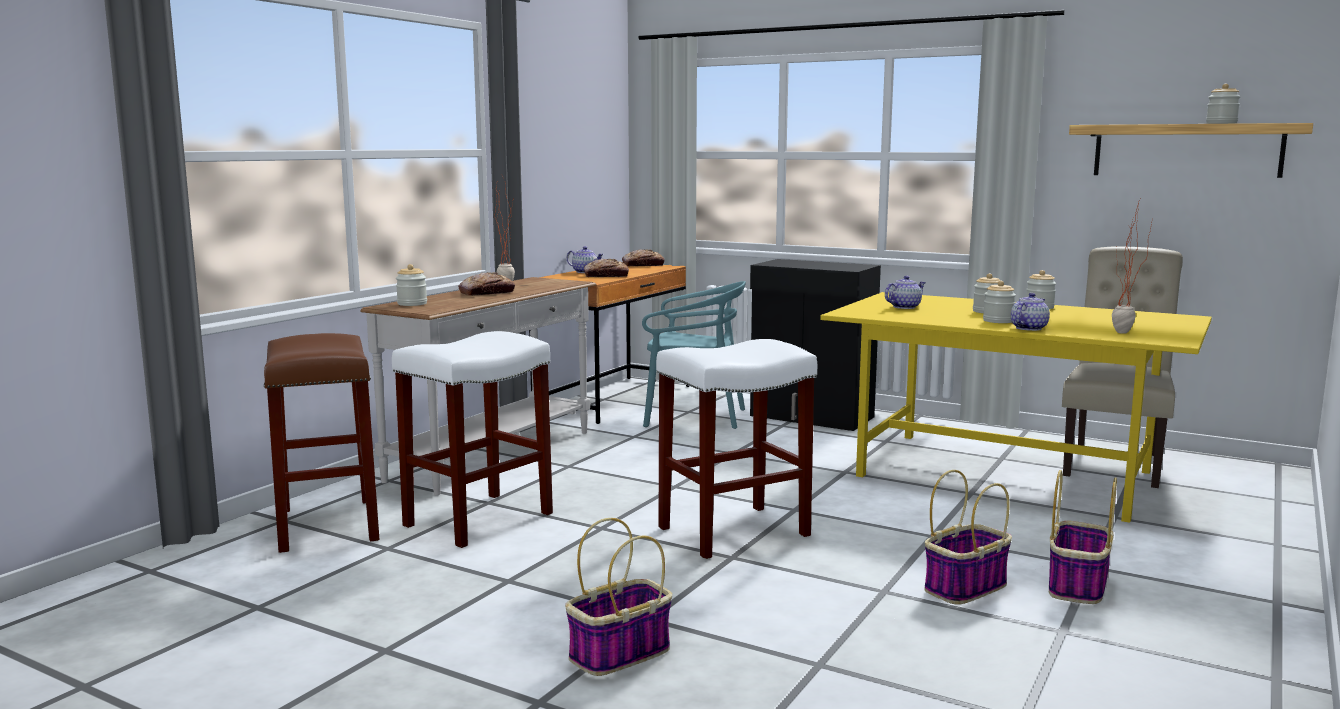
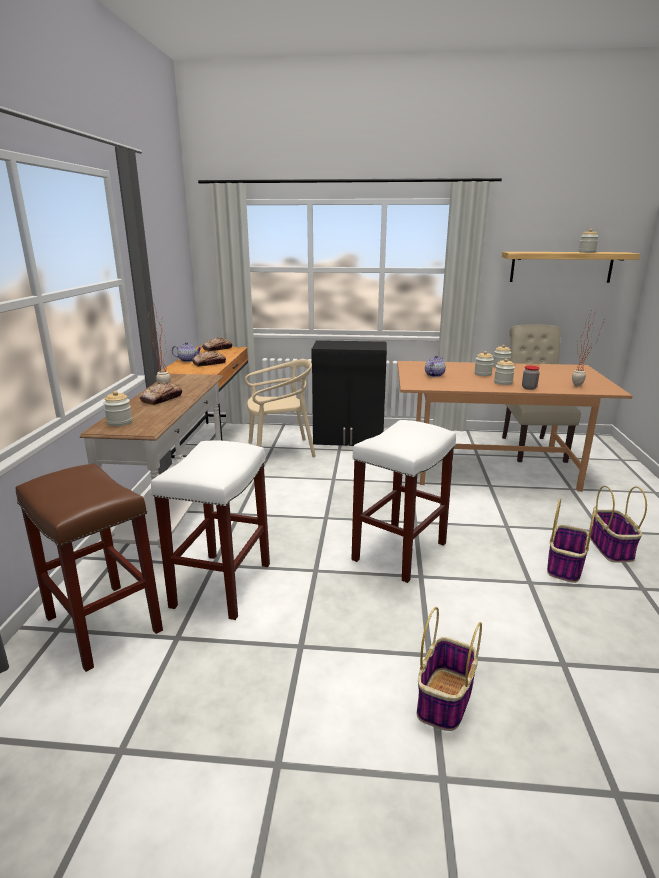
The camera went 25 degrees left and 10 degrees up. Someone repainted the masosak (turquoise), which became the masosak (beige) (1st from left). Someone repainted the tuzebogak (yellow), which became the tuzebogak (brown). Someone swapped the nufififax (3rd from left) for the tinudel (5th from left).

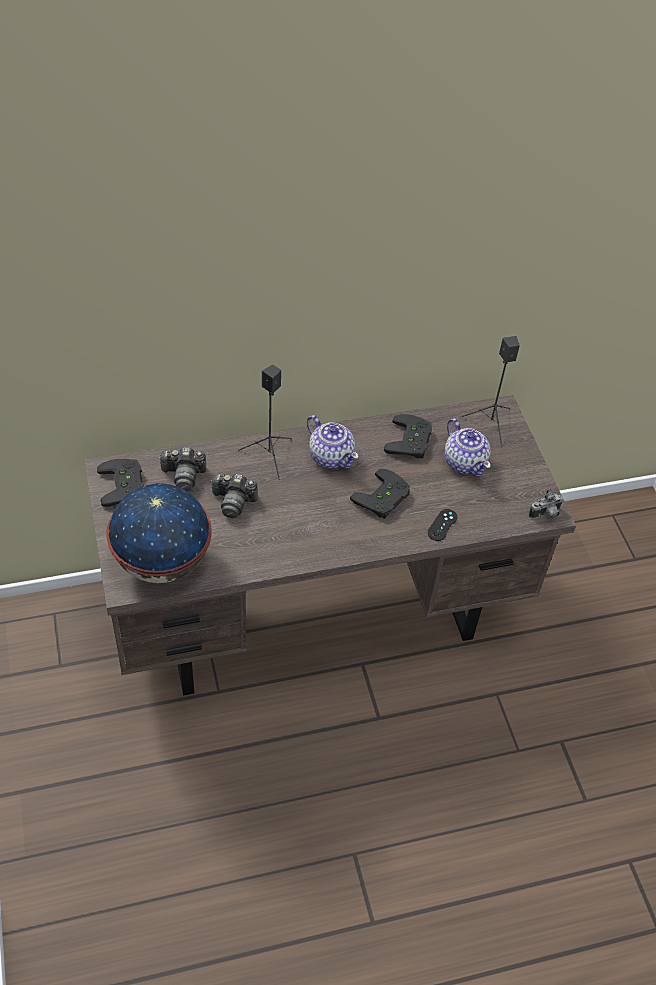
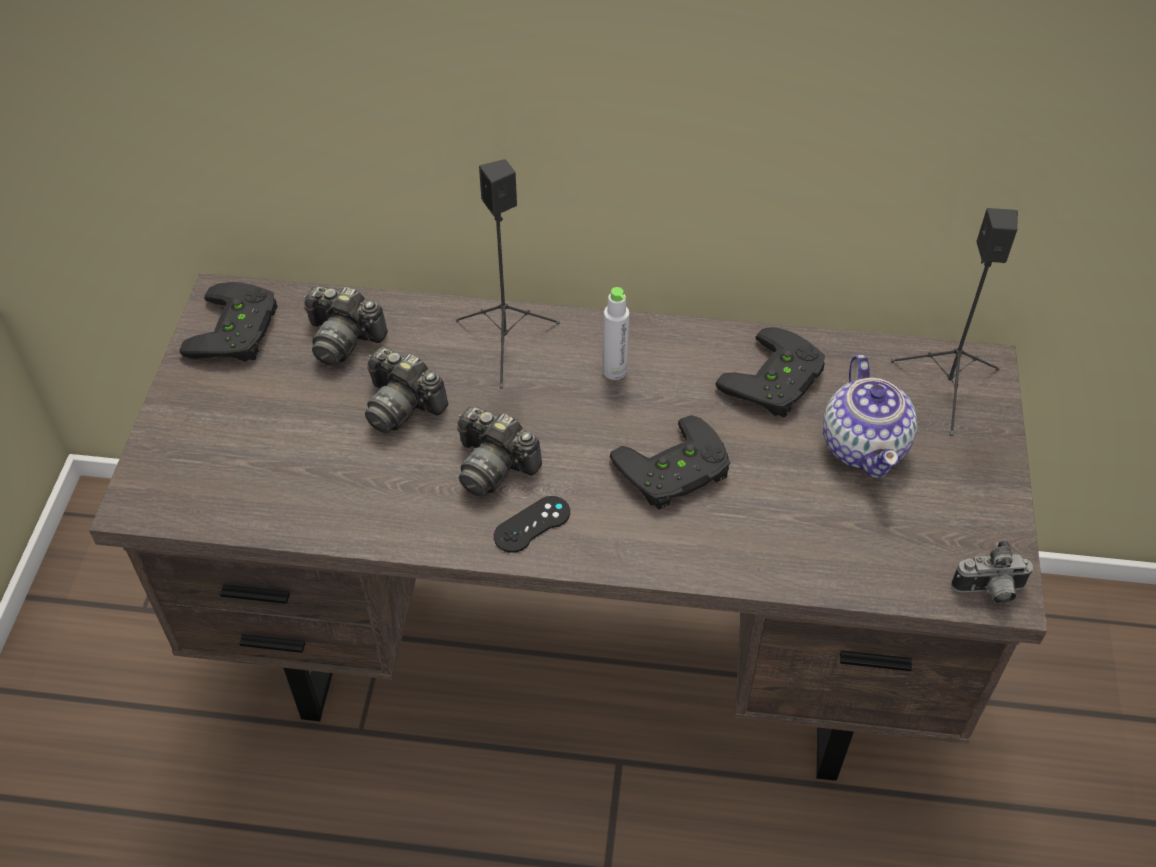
The camera went 25 degrees right and 0 degrees up. Someone put down the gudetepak (3rd from left). Someone carried the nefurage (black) (4th from left in the first image). Someone swapped the nufififax (1st from left) for the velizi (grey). Someone took away the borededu.

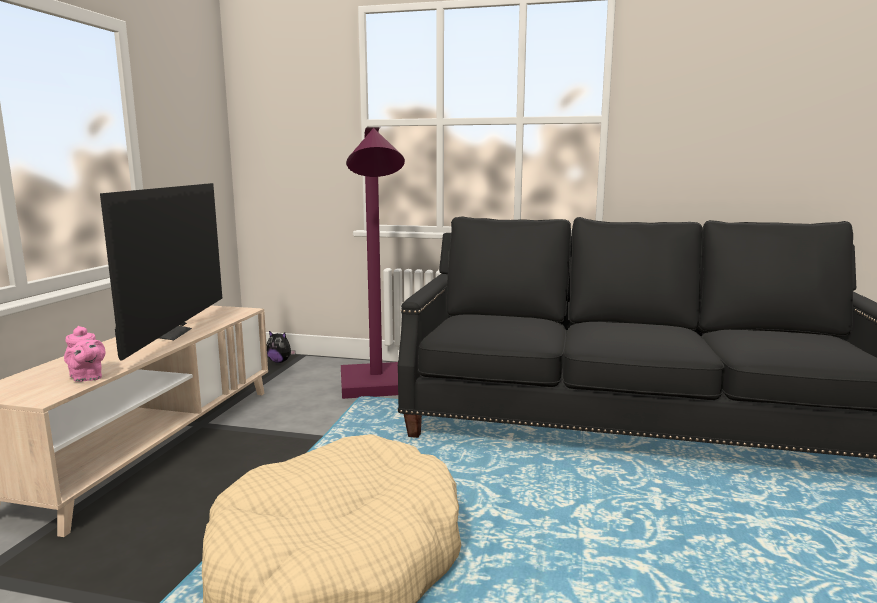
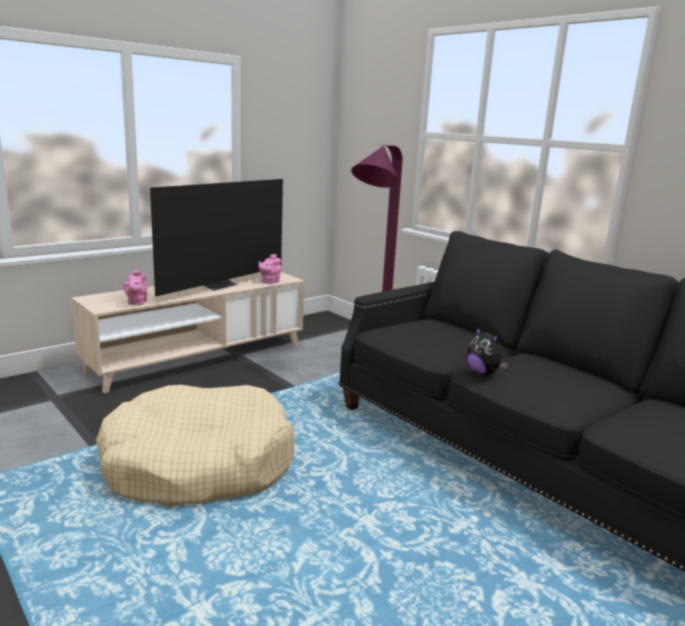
The camera went 35 degrees right and 5 degrees up. Someone put down the nufififax (pink) (2nd from left). Someone carried the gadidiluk.

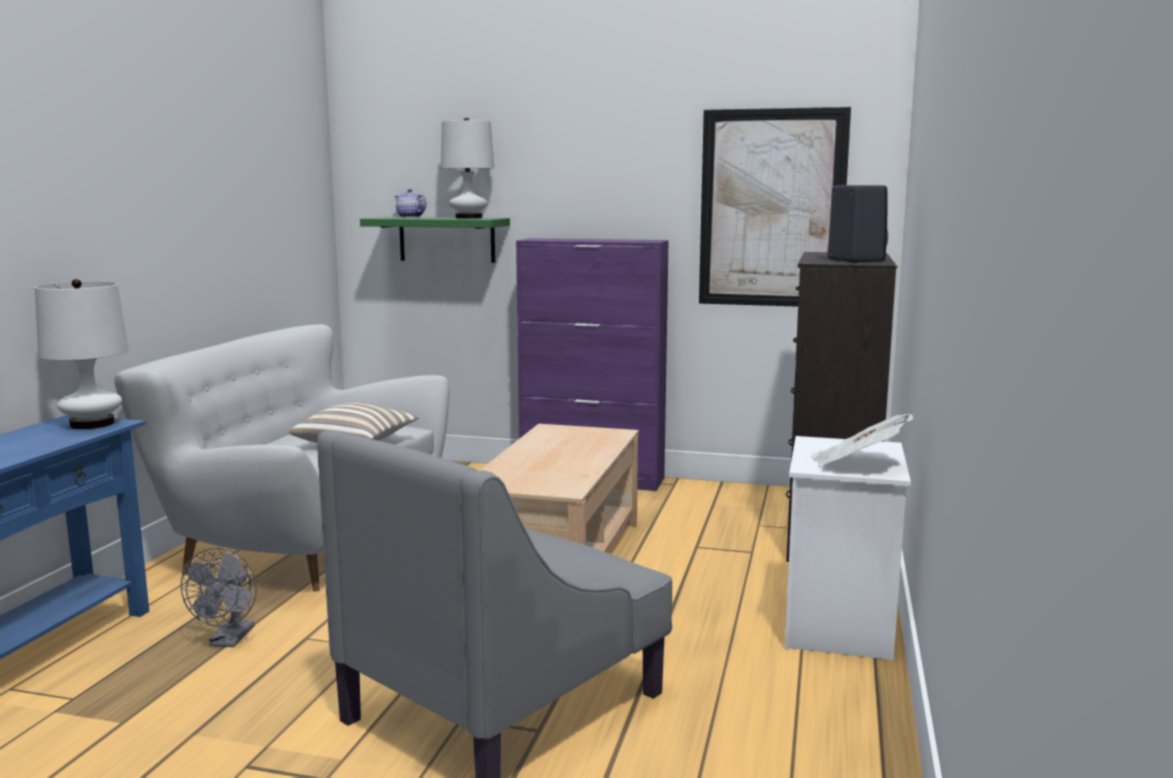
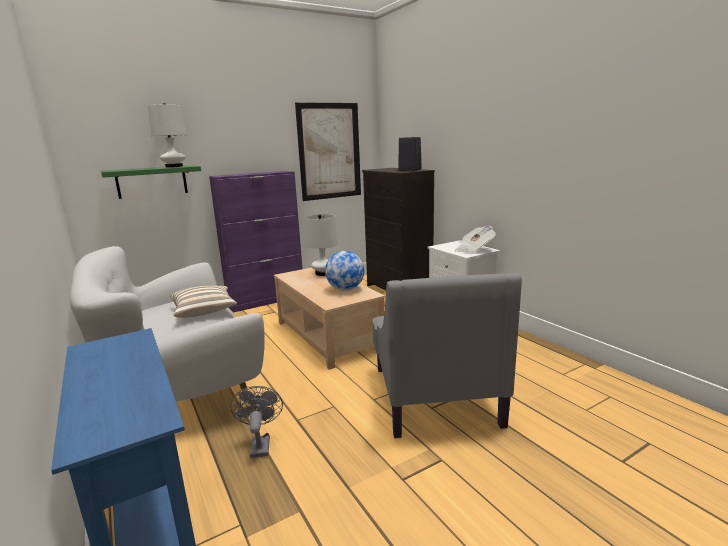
The camera went 45 degrees left and 5 degrees up. Someone rotated the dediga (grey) by 150 degrees counterclockwise. Someone carried the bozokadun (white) (1st from left in the first image). Someone put down the borededu. Someone took away the nufififax.

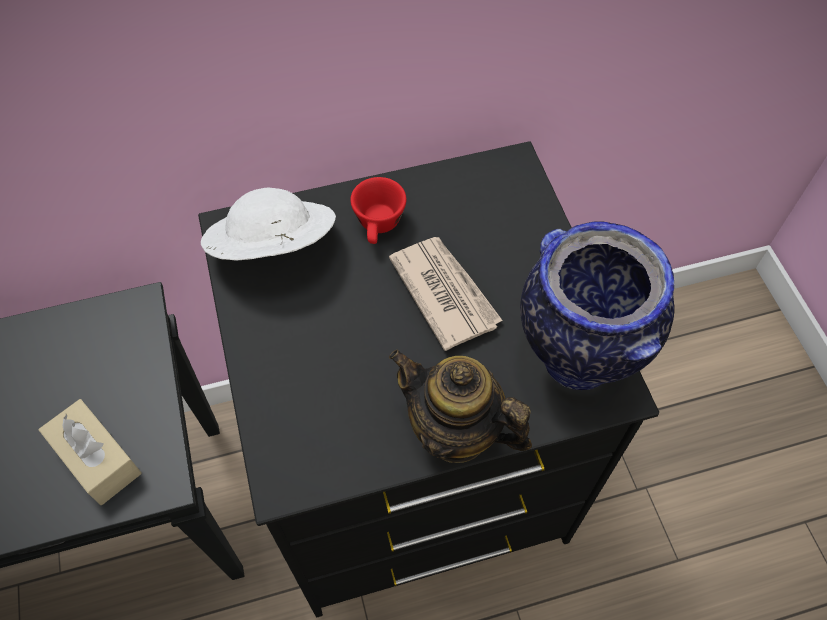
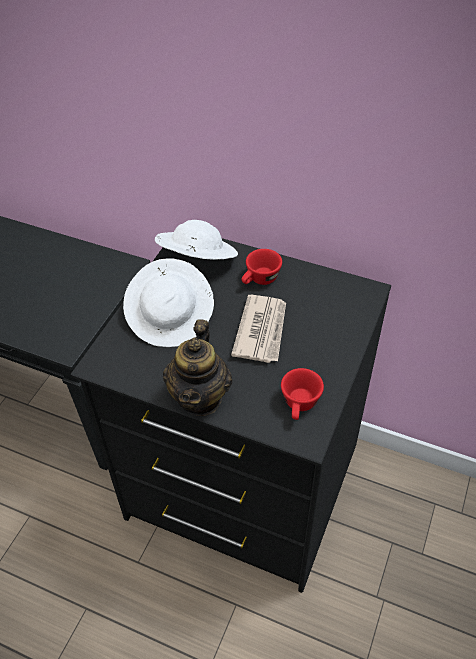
The camera went 40 degrees right and 10 degrees down. Someone put down the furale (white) (1st from left). Someone rotated the nufififax by 150 degrees counterclockwise. Someone swapped the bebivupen for the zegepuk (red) (2nd from left). Someone took away the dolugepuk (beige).

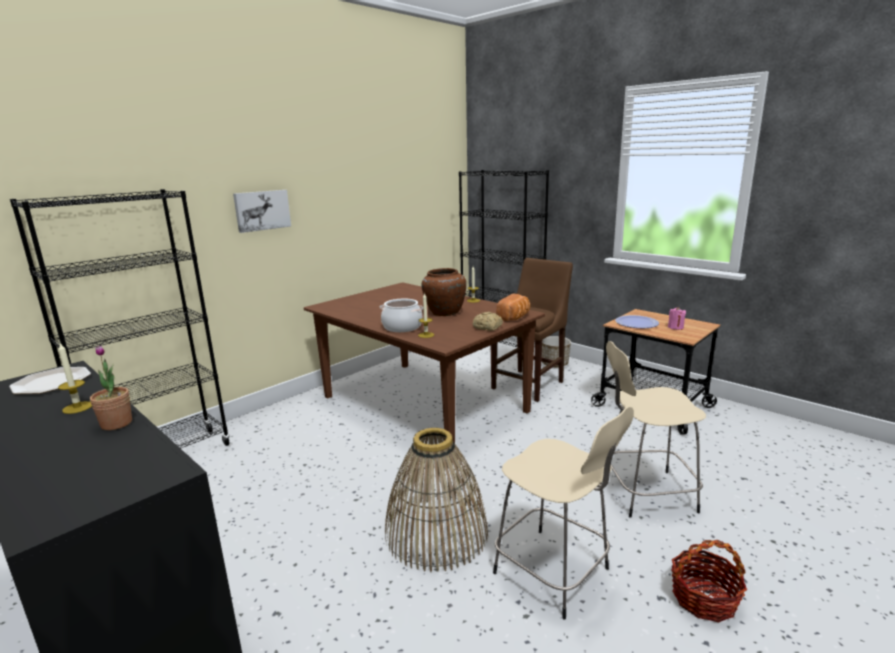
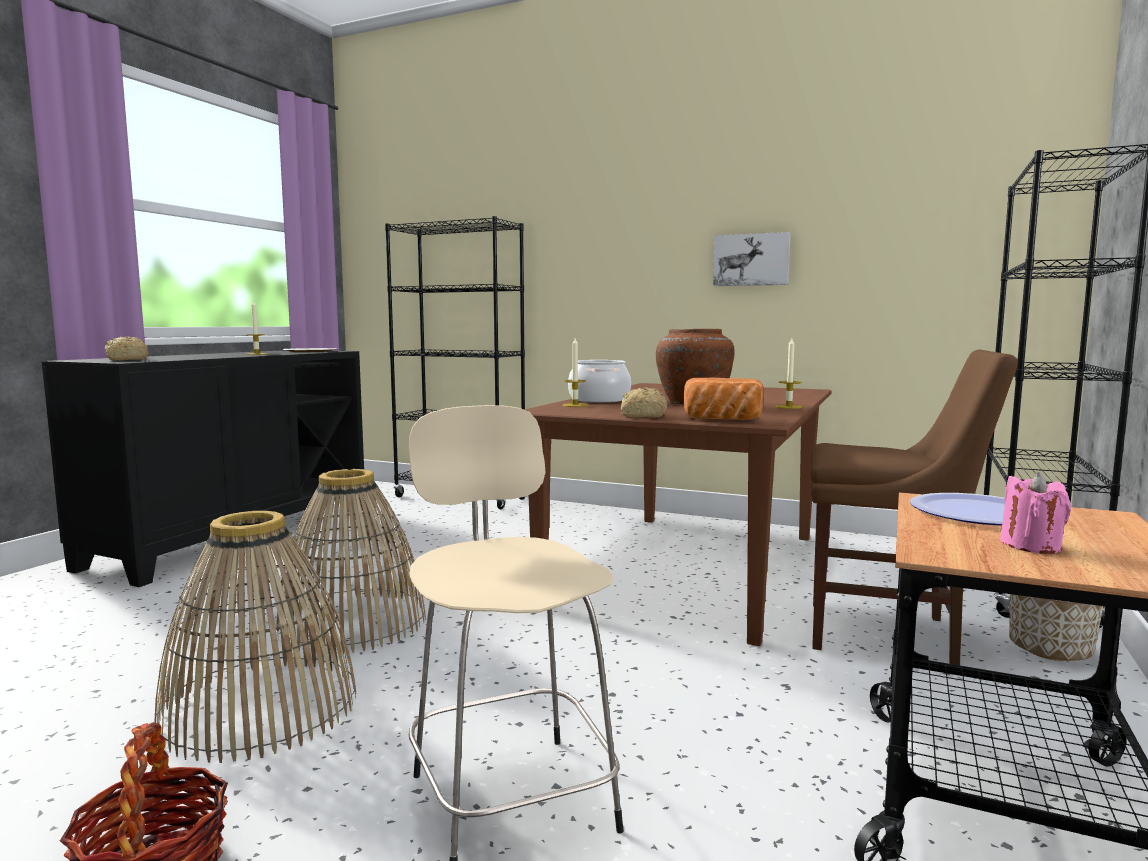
The camera went 70 degrees right and 10 degrees down. Someone put down the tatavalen (1st from left). Someone swapped the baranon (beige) (1st from left) for the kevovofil (2nd from left). Someone carried the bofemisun. Someone took away the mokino.

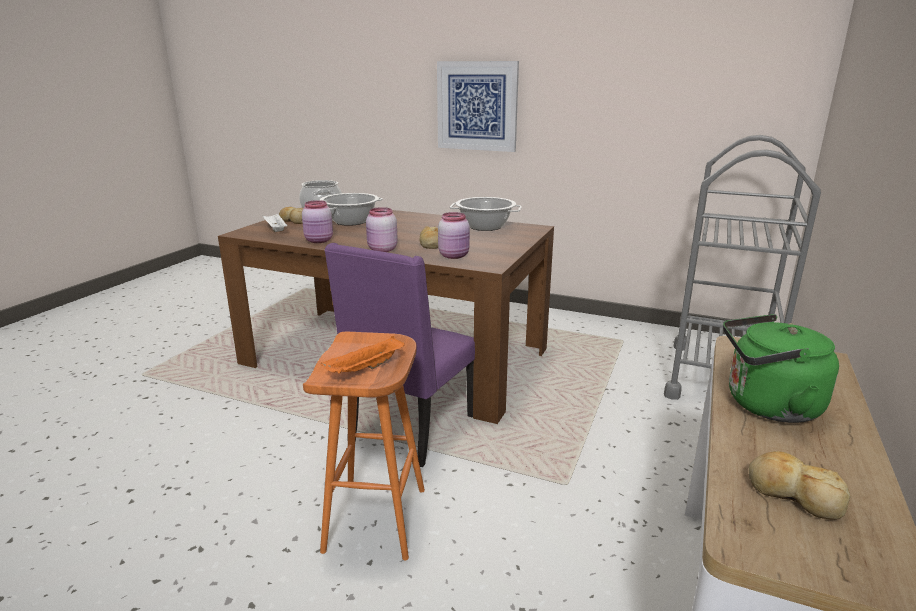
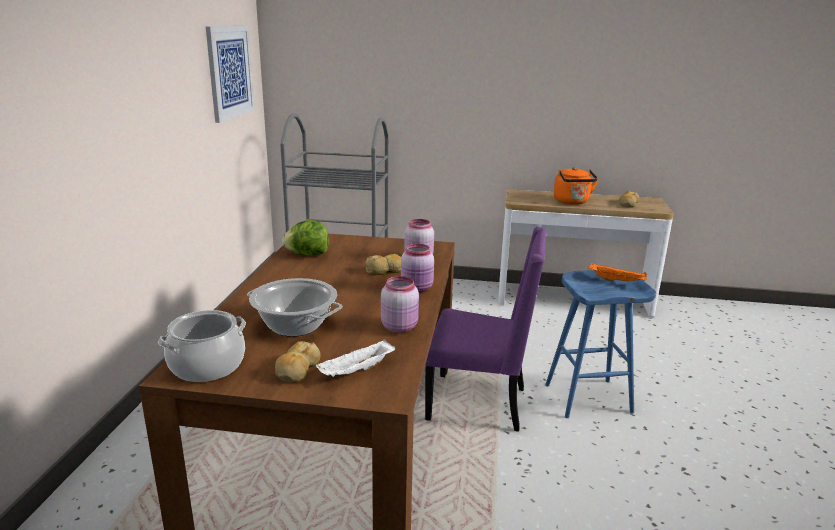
The camera went 105 degrees left and 0 degrees up. Someone carried the bofemisun. Someone swapped the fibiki (3rd from left) for the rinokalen. Someone repainted the baranon (orange), which became the baranon (blue). Someone repainted the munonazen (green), which became the munonazen (orange).

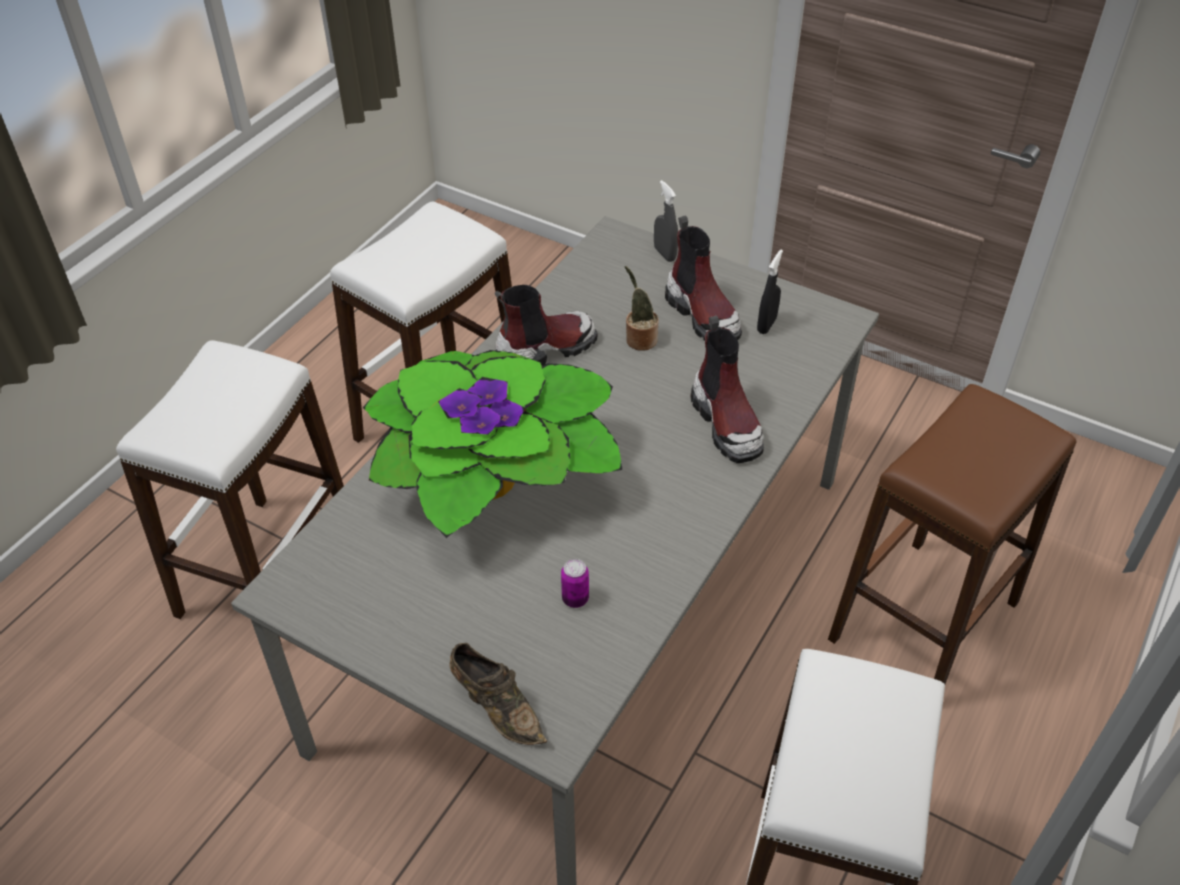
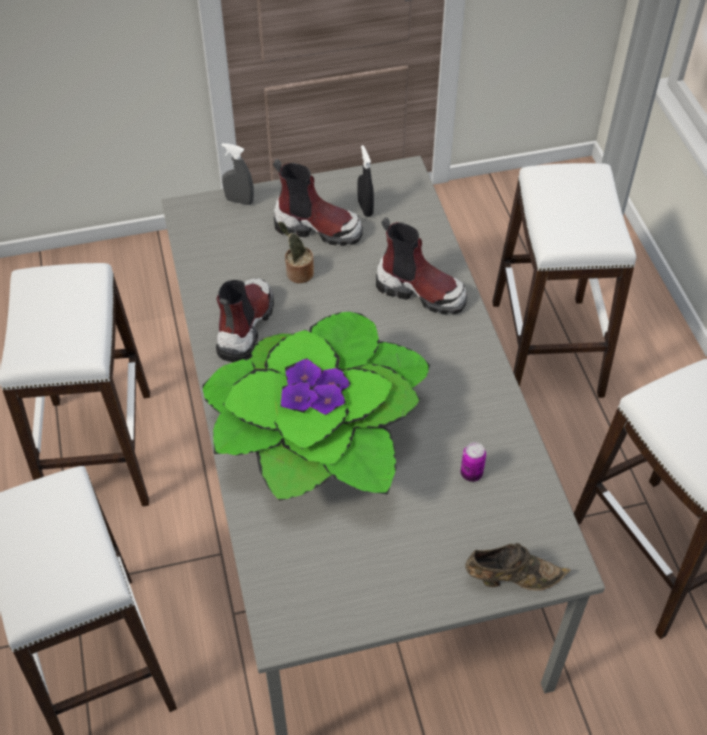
The camera went 45 degrees left and 5 degrees up. Someone repainted the baranon (brown), which became the baranon (white) (3rd from left).

